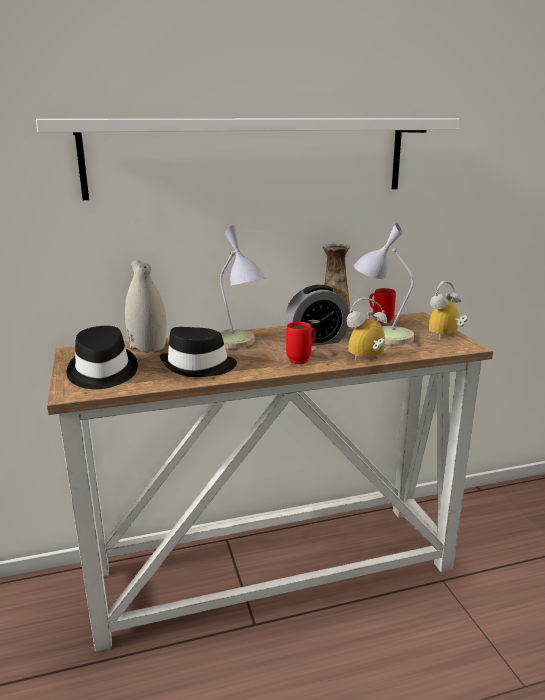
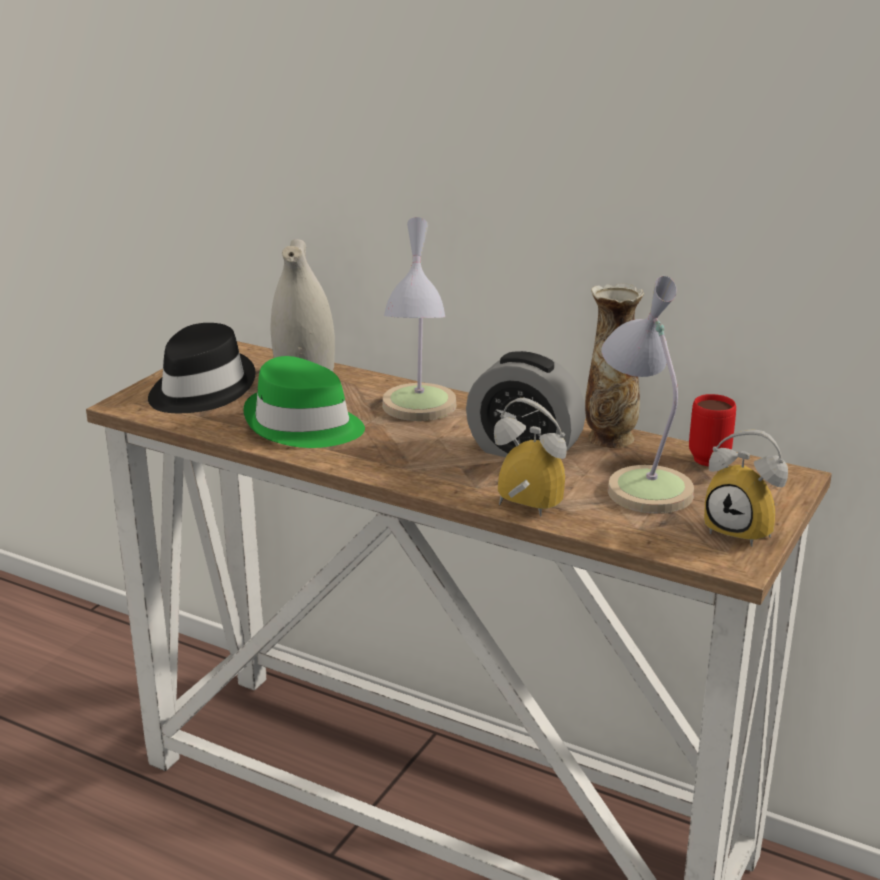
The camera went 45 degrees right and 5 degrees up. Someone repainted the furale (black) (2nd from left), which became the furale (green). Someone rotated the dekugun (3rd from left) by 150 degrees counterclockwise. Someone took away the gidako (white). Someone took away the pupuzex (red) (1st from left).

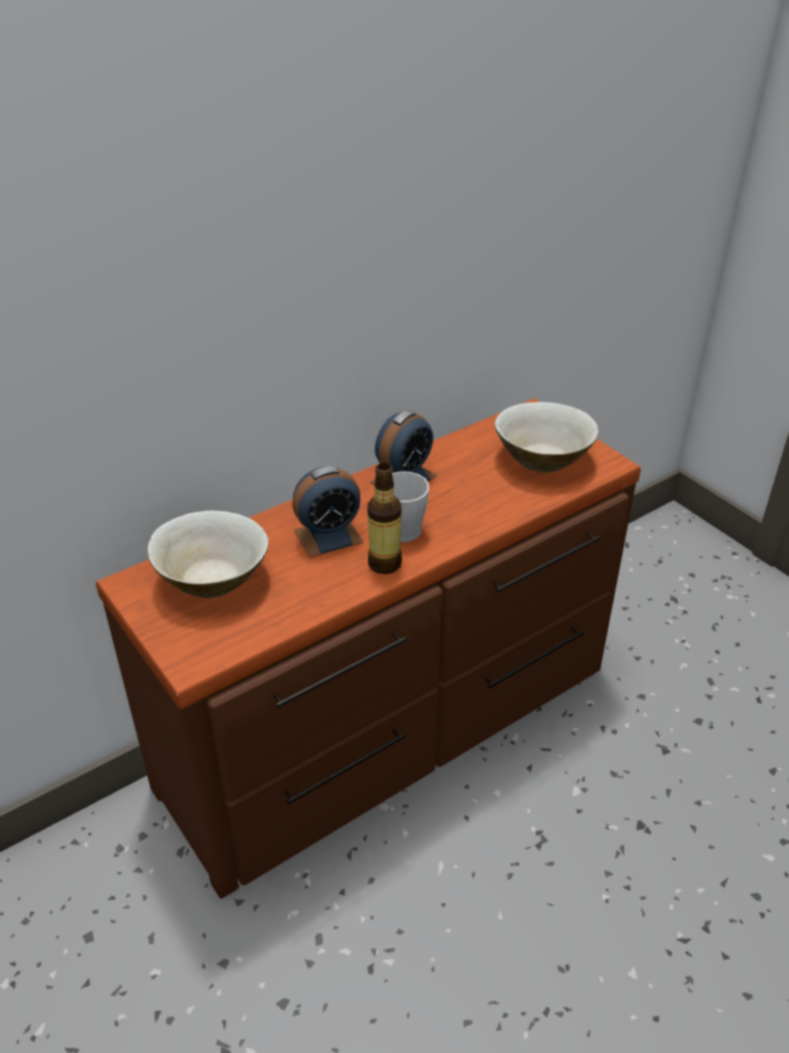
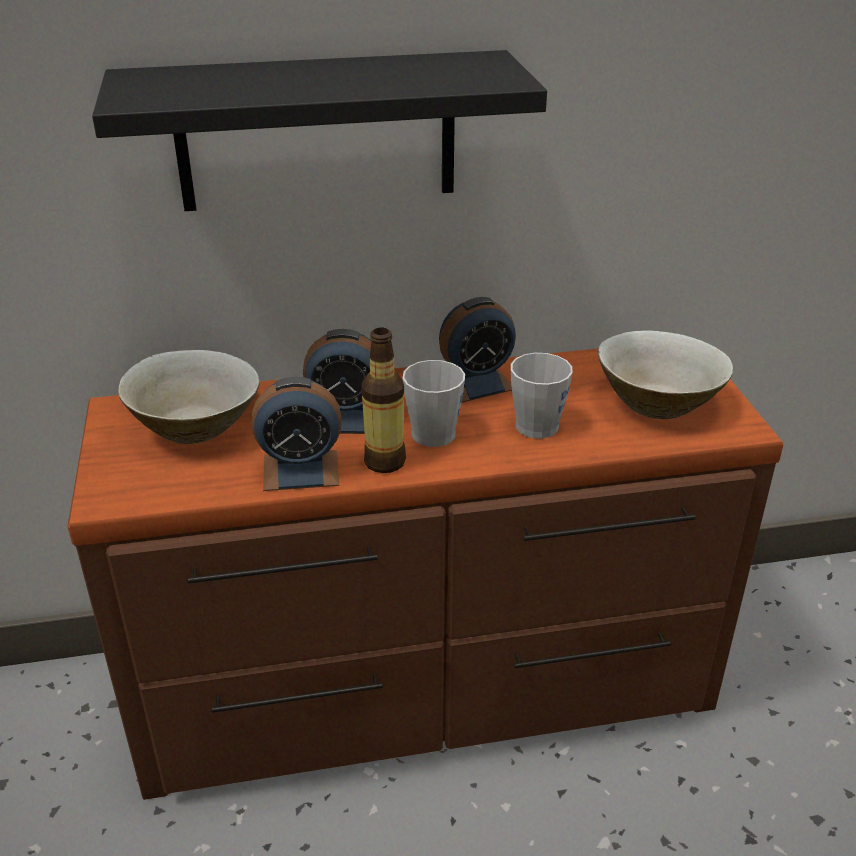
The camera went 25 degrees right and 5 degrees down. Someone put up the gidako (black). Someone put down the dekugun (1st from left). Someone put down the pupuzex (grey) (2nd from left).

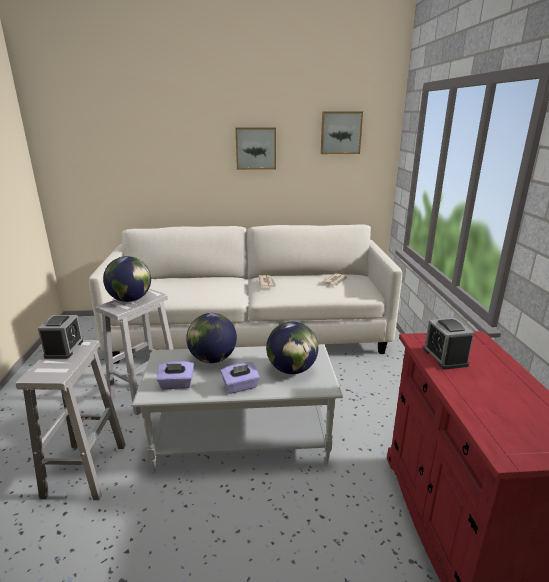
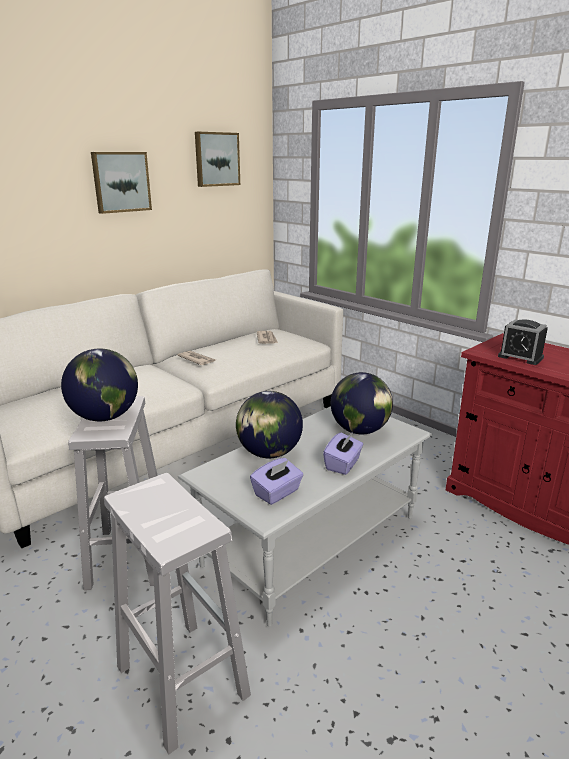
The camera went 40 degrees left and 0 degrees up. Someone took away the dekugun (1st from left).

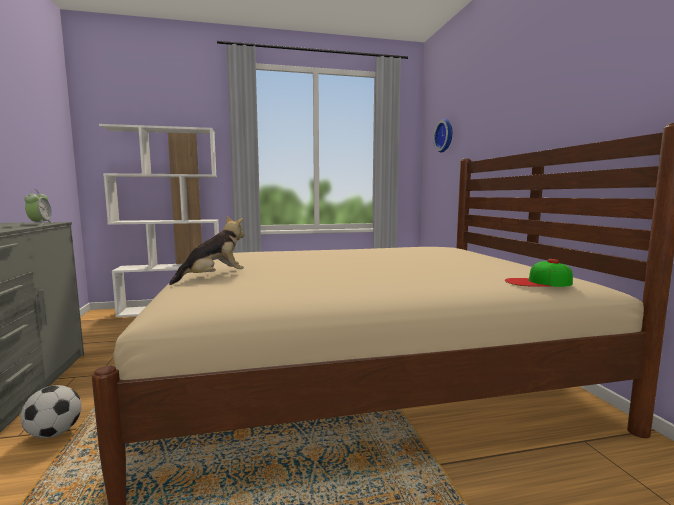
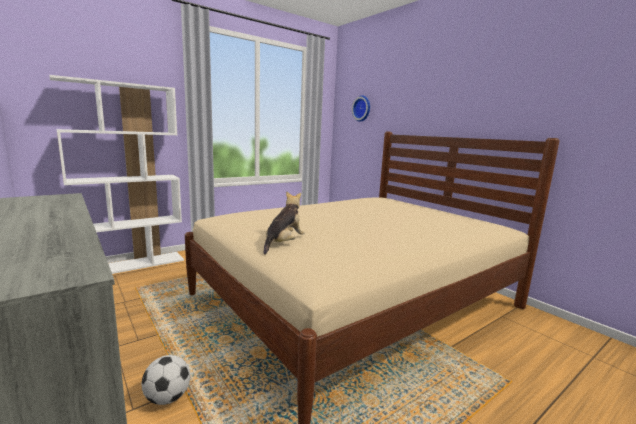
The camera went 25 degrees left and 5 degrees up. Someone took away the dekugun. Someone took away the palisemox.

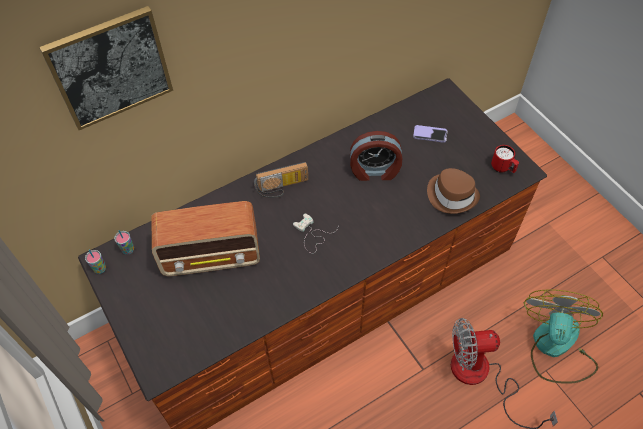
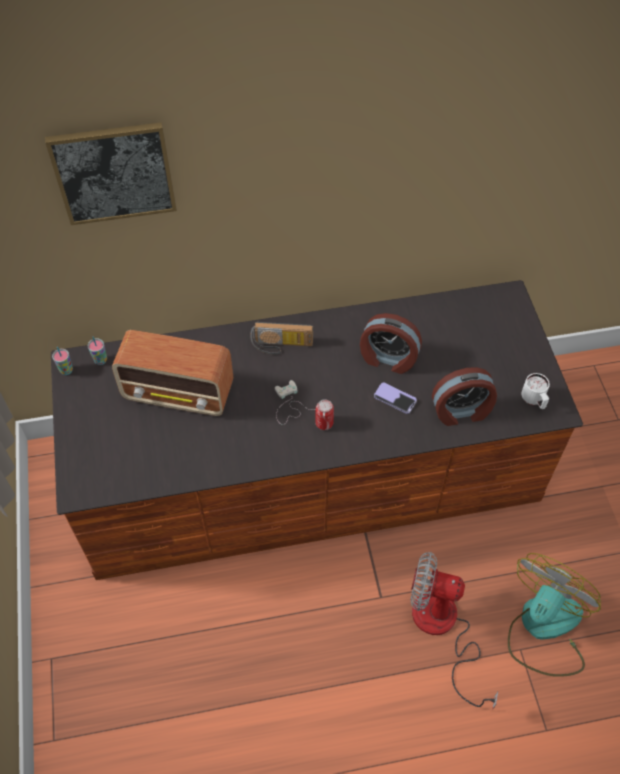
The camera went 20 degrees right and 0 degrees up. Someone put down the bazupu. Someone carried the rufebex. Someone swapped the furale (brown) for the dekugun (2nd from left). Someone repainted the pupuzex (red), which became the pupuzex (white).

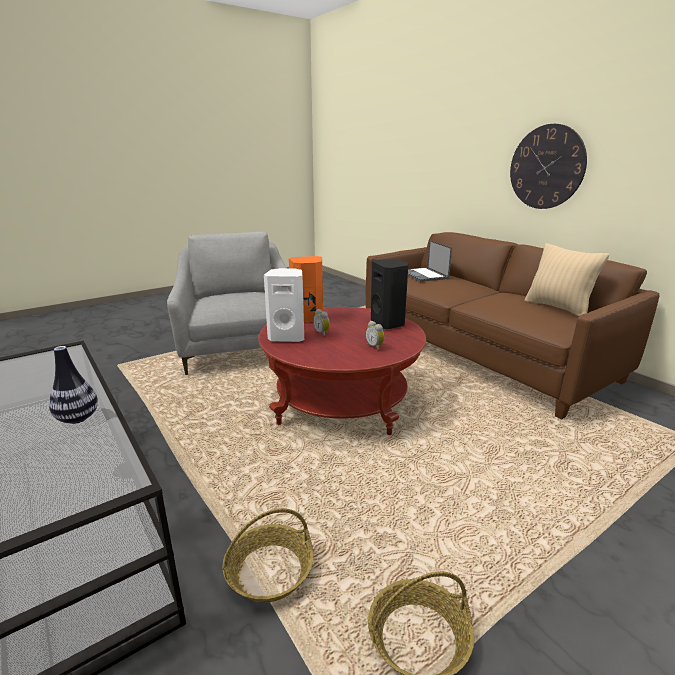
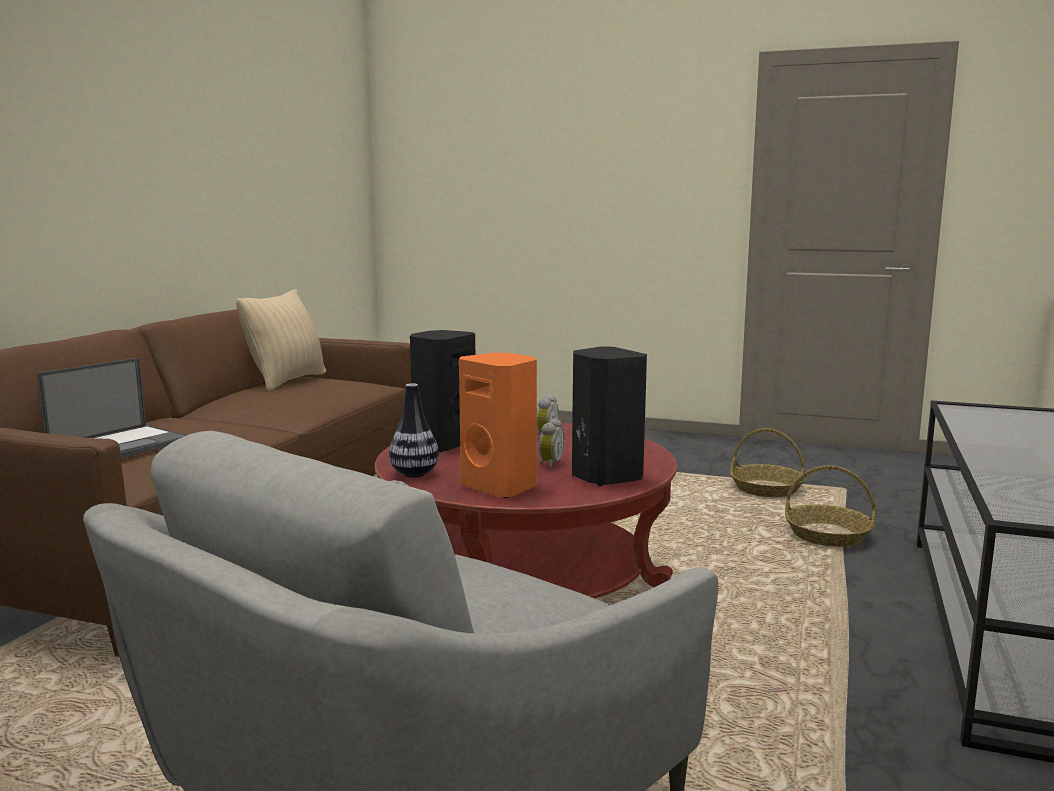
The camera went 125 degrees left and 10 degrees down. Someone carried the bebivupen. Someone repainted the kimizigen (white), which became the kimizigen (black) (2nd from left). Someone took away the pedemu.

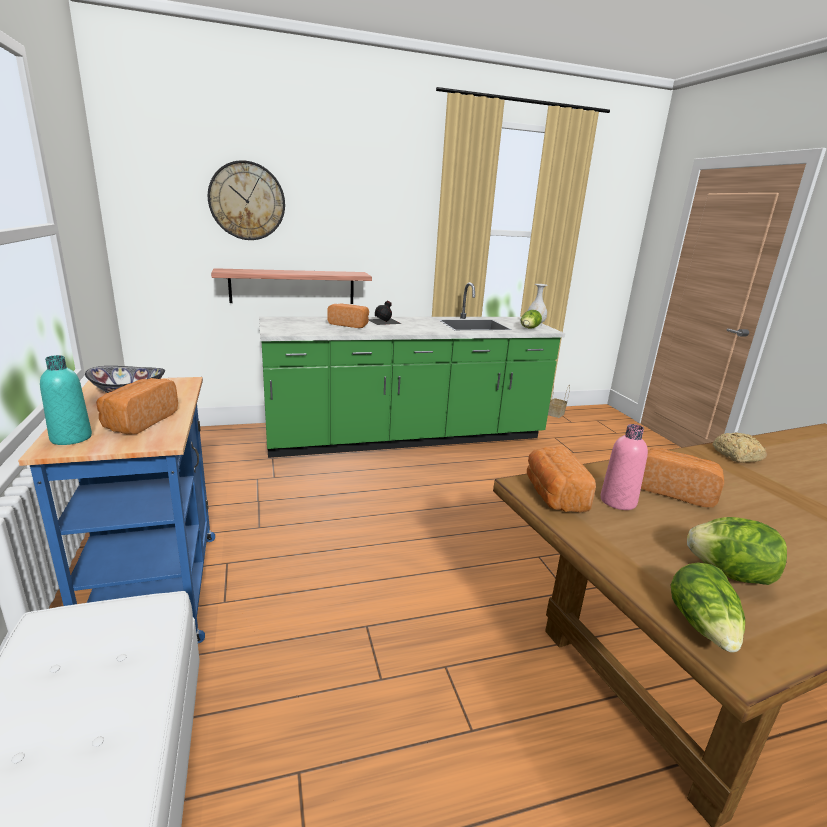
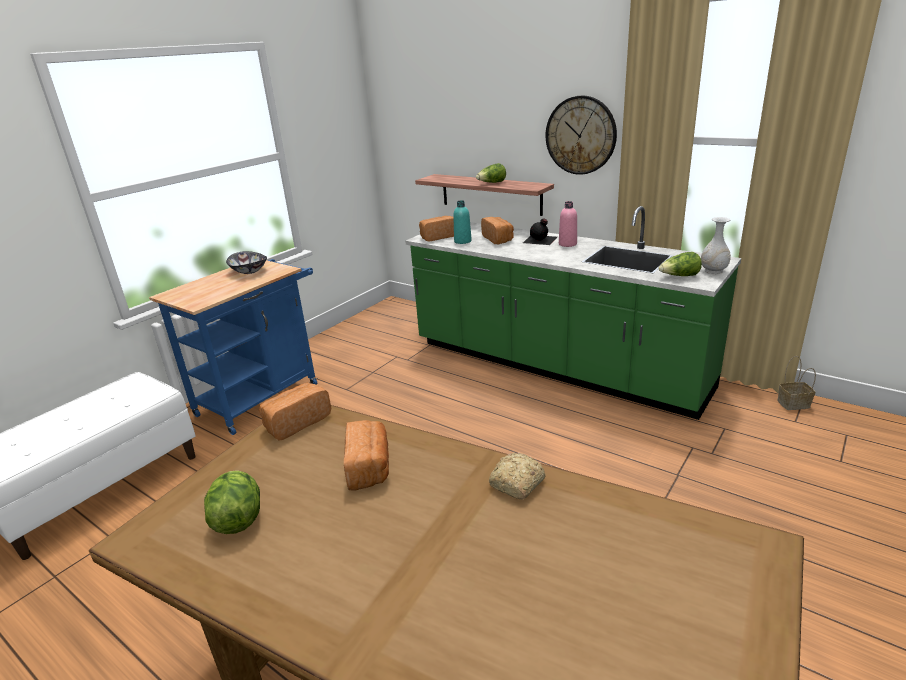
The camera went 55 degrees right and 5 degrees up. Someone carried the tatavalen (1st from left in the first image). Someone carried the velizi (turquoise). Someone carried the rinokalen (2nd from left). Someone carried the pedemu. Someone carried the velizi (pink).

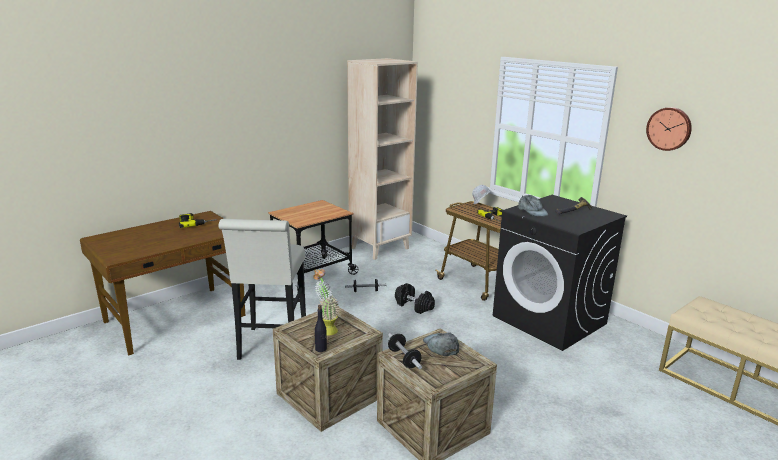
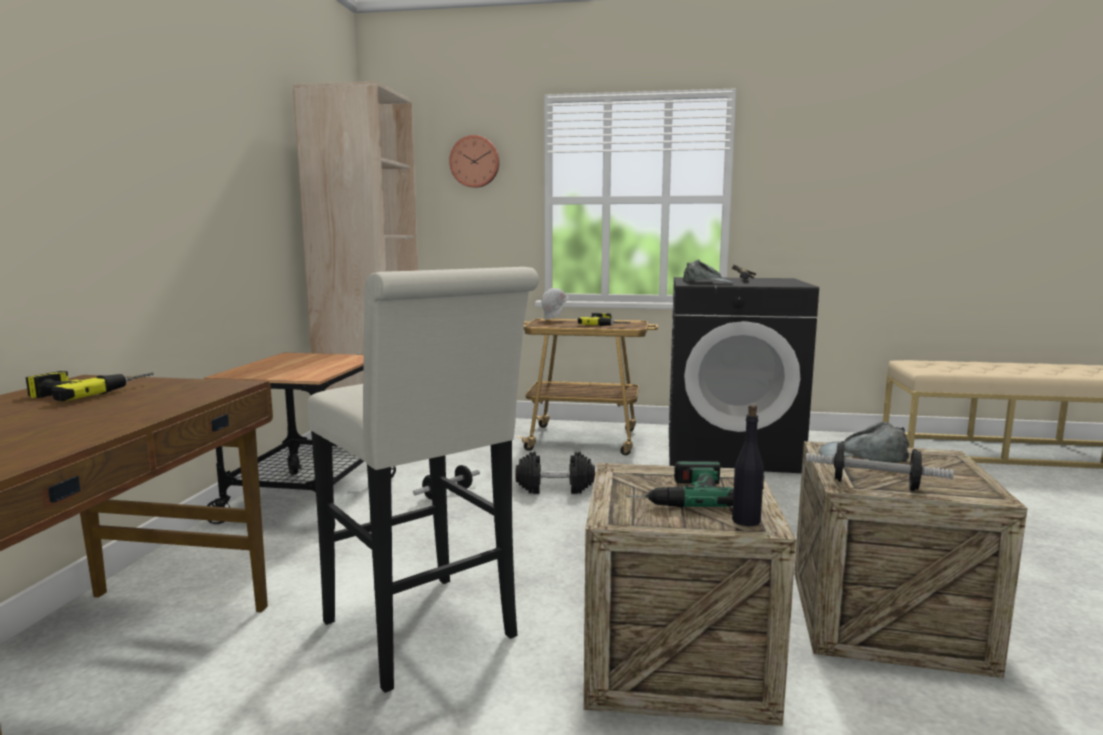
The camera went 40 degrees left and 10 degrees down. Someone carried the pedemu. Someone swapped the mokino for the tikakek (3rd from left).

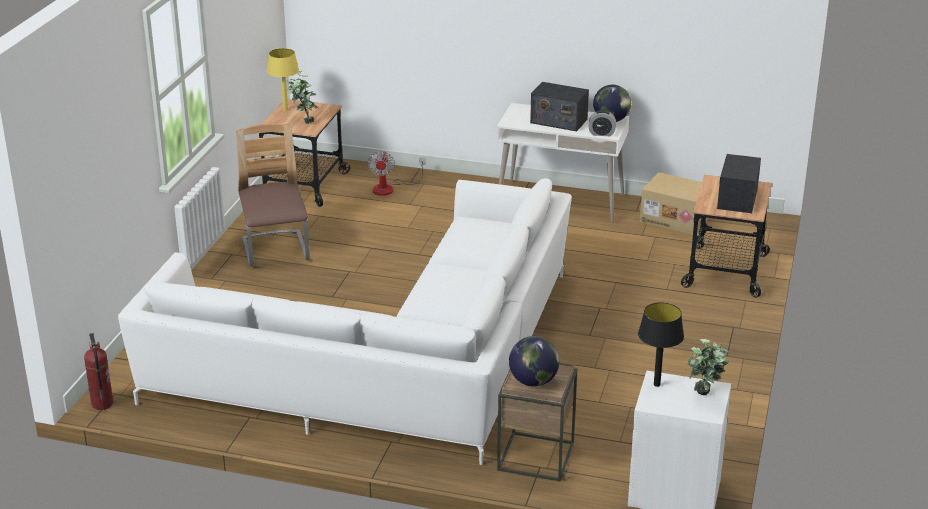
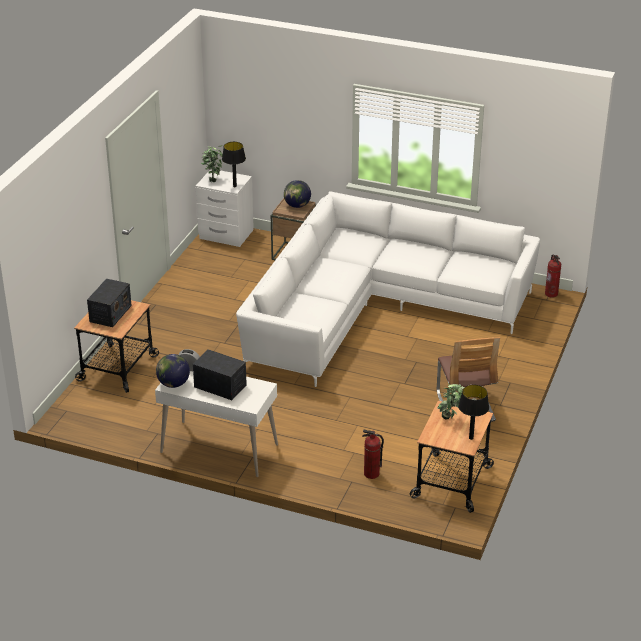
The camera went 175 degrees left and 5 degrees up. Someone swapped the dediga for the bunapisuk (1st from left). Someone repainted the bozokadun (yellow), which became the bozokadun (black) (2nd from left). Someone took away the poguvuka.

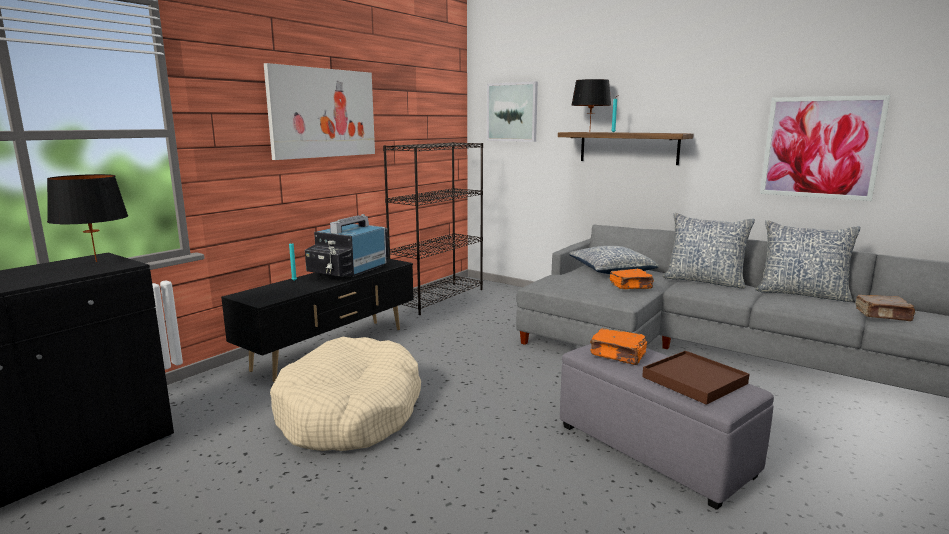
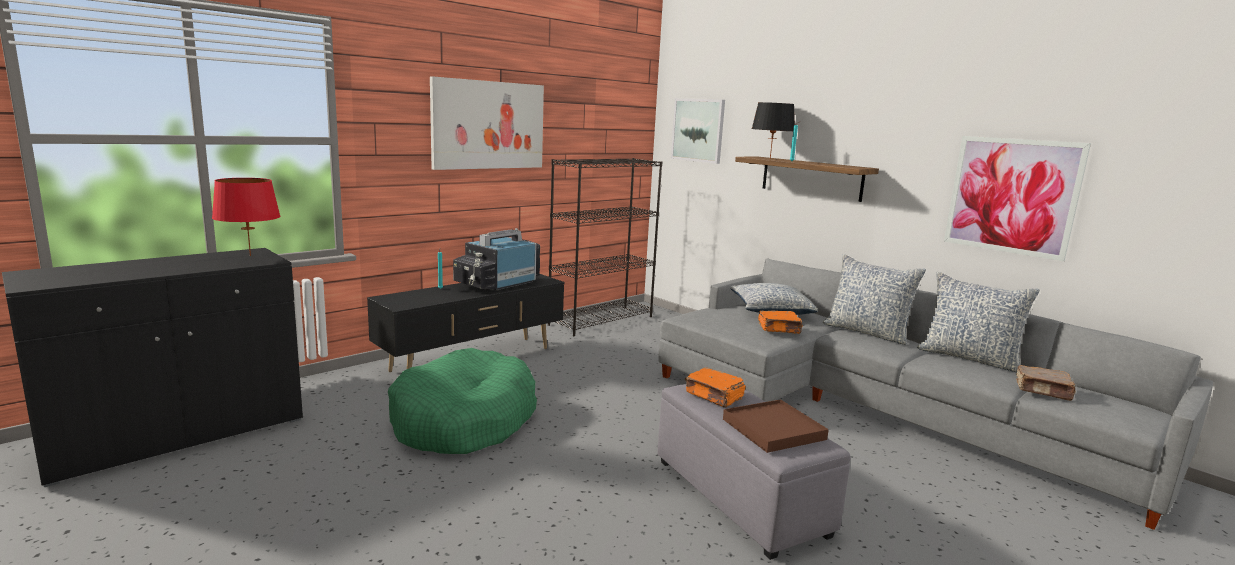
The camera went 10 degrees right and 0 degrees up. Someone repainted the bozokadun (black) (1st from left), which became the bozokadun (red). Someone repainted the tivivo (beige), which became the tivivo (green).

